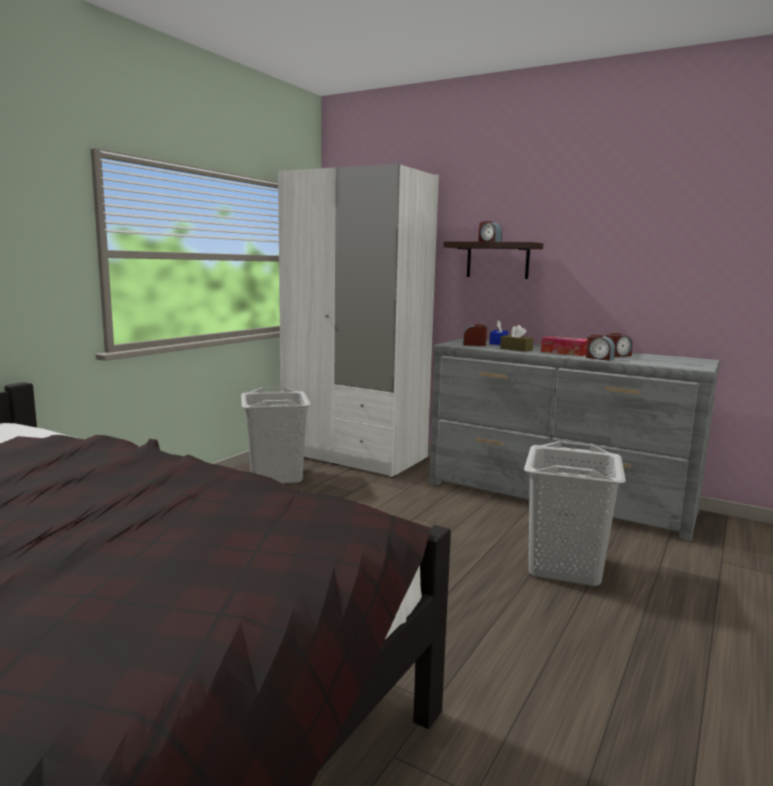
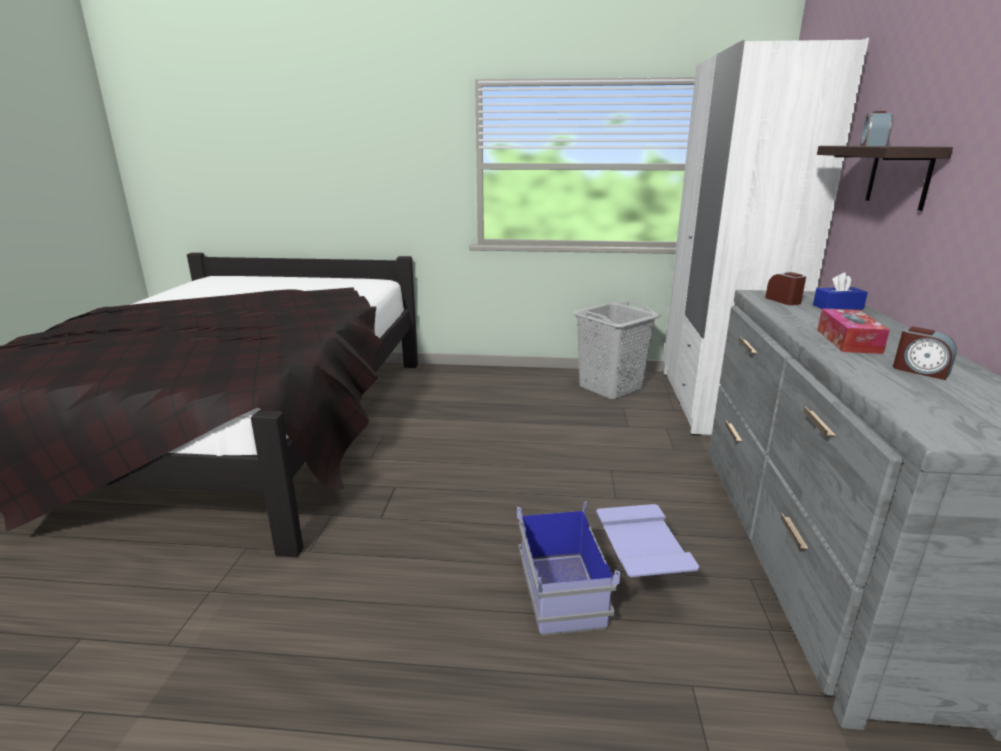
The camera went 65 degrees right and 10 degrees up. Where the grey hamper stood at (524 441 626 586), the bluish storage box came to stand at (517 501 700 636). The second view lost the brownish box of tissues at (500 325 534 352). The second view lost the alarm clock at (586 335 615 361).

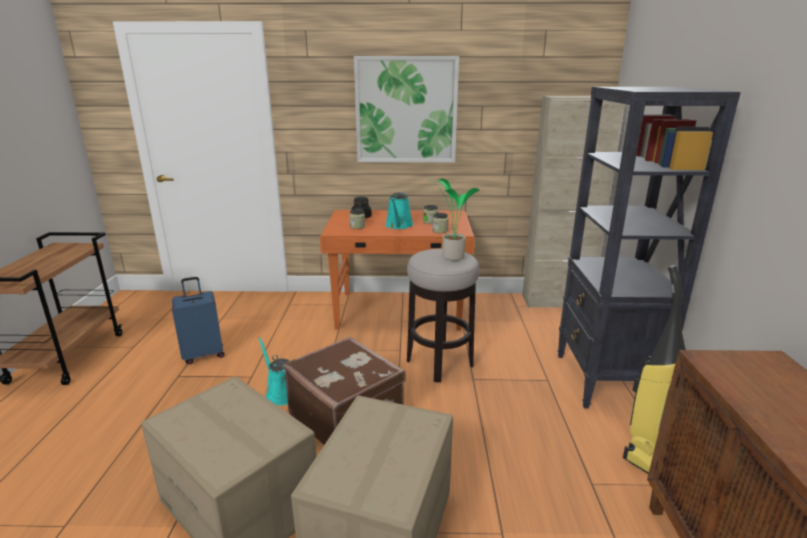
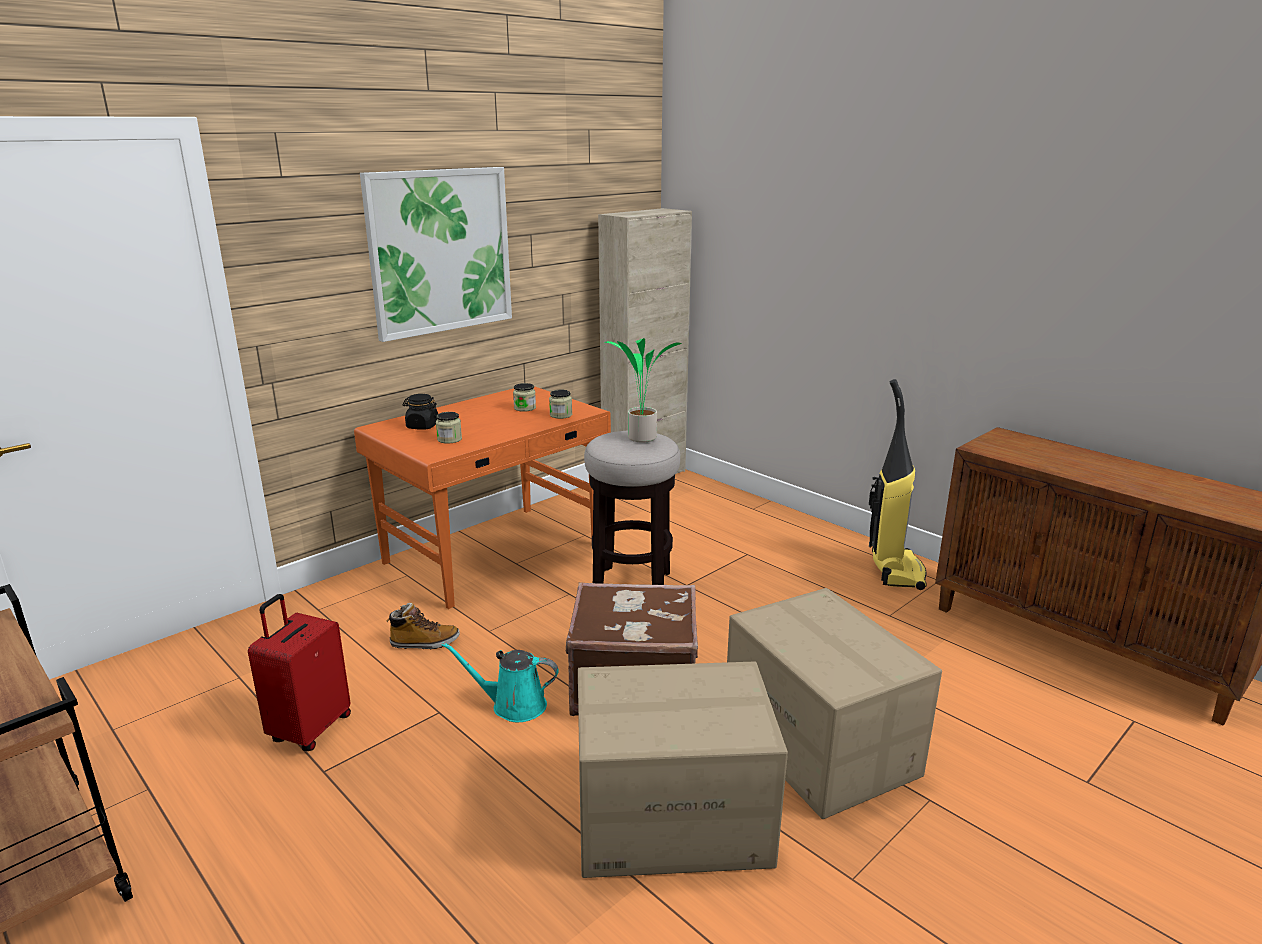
The camera went 45 degrees left and 0 degrees up. What was the bluish piece of luggage at (172 277 225 364) turned into the reddish piece of luggage at (248 594 351 751). The second view gained the tall boot at (386 603 460 649). The second view lost the turquoise sprinkling can at (385 192 414 229). The second view lost the blackish bookcase at (558 87 741 409).

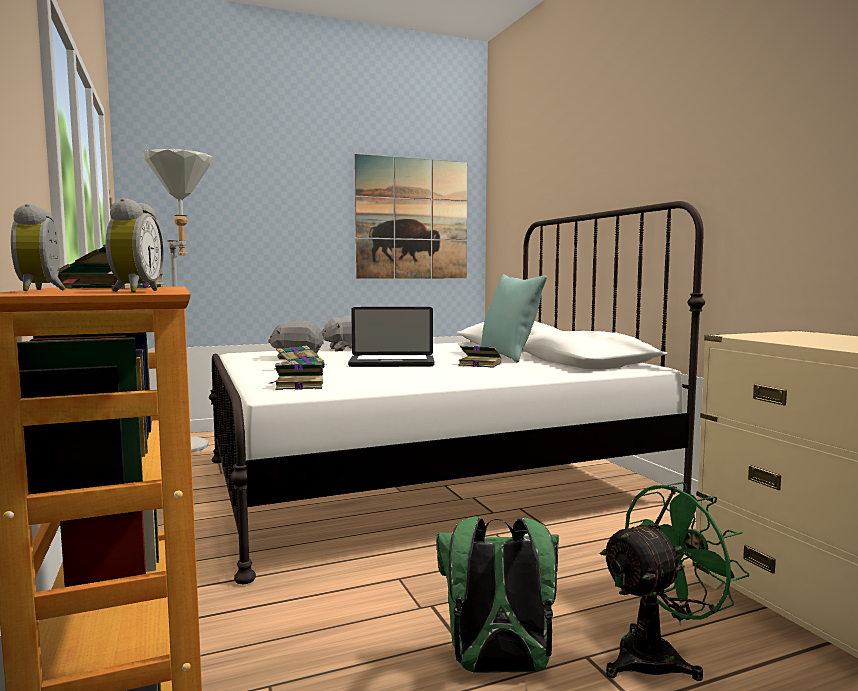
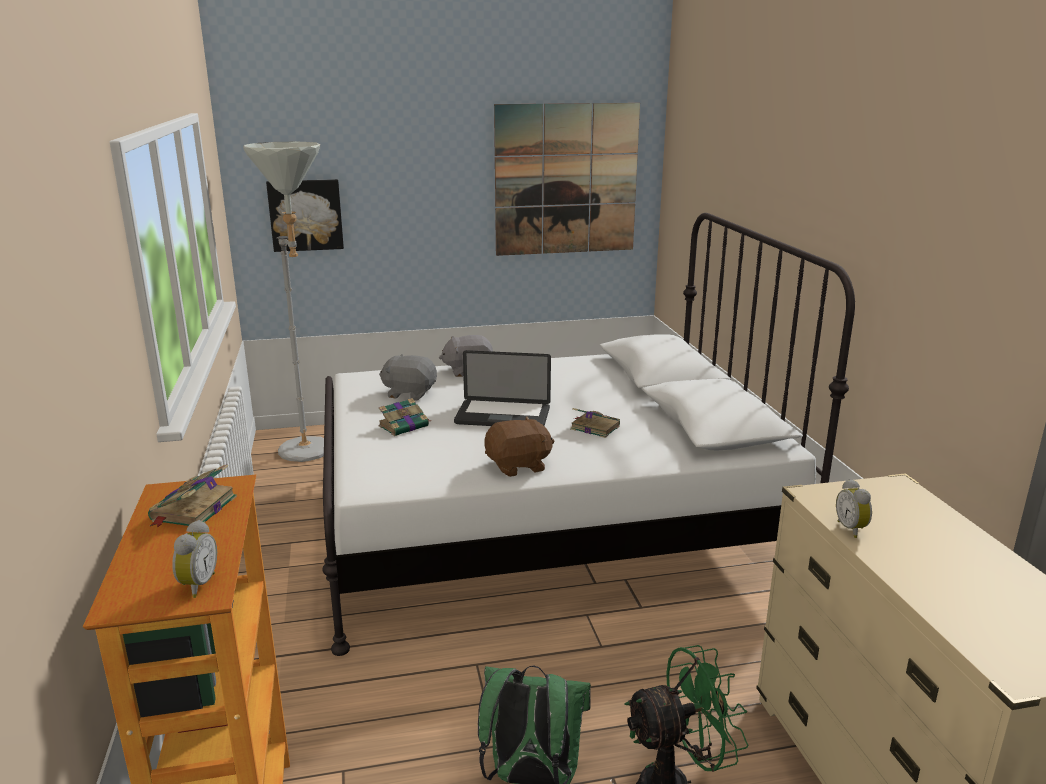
The camera went 10 degrees right and 15 degrees up. The second view gained the wall art at (266 179 344 252). The second view gained the brownish cuddly toy at (484 416 554 477). The alarm clock ended up elsewhere, having gone from (11 204 66 291) to (836 479 872 538). The second view lost the bound book at (269 363 323 390). The second view lost the turquoise cushion at (481 274 547 363).

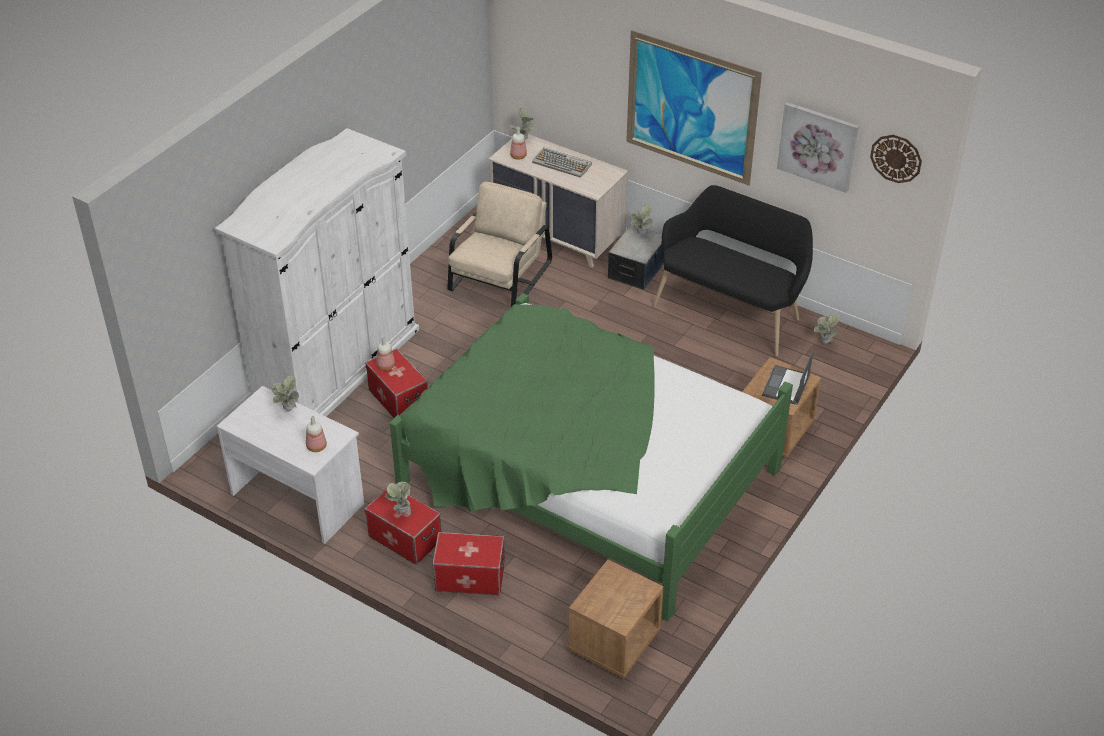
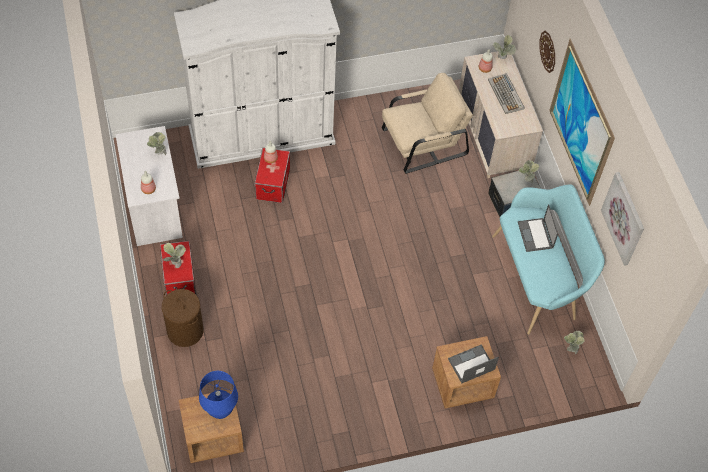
The camera went 40 degrees right and 15 degrees up. Where the storage box stood at (432 532 505 595), the brownish hamper came to stand at (162 289 203 347). The second view gained the bluish lamp for a table at (199 371 238 419). What was the blackish bench at (653 185 813 357) turned into the turquoise bench at (492 184 605 335). The second view gained the portable computer at (518 204 558 252). The hanging clock ended up elsewhere, having gone from (870 135 922 183) to (540 31 555 73). The second view lost the greenish sleeping bed at (390 293 793 621).

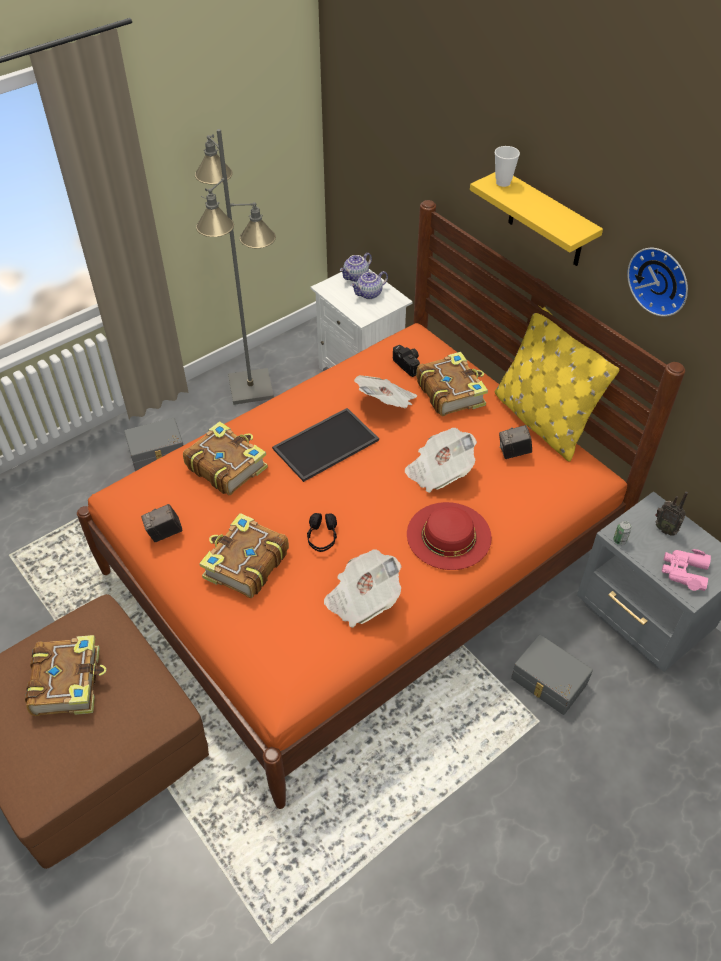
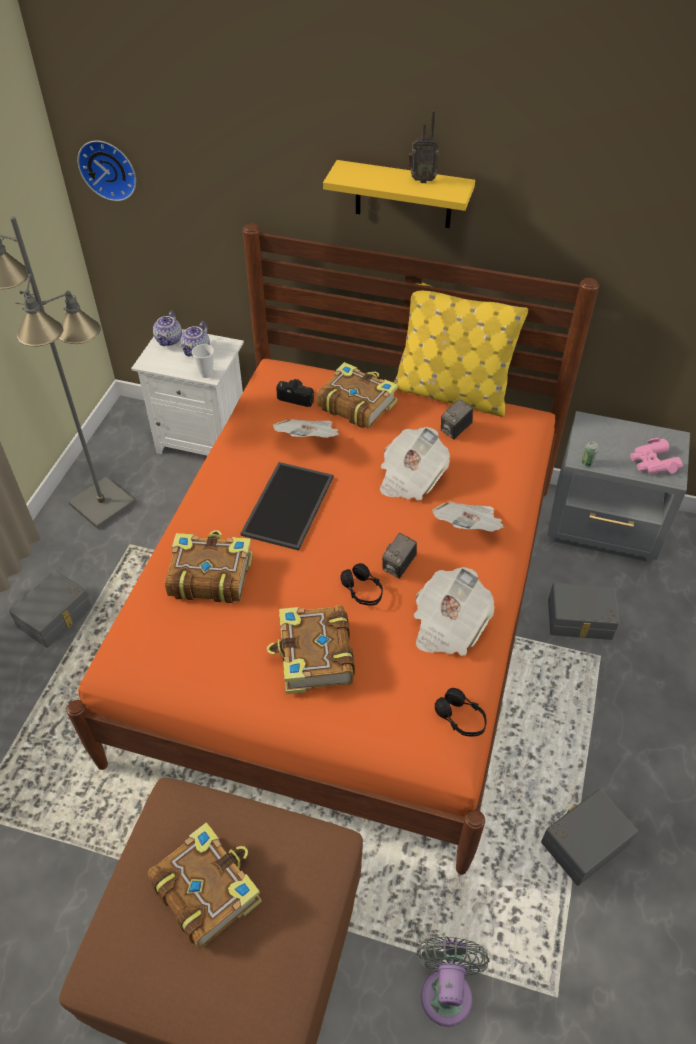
The camera went 35 degrees left and 0 degrees up. The hanging clock ended up elsewhere, having gone from (627 248 688 317) to (77 140 136 201). The drinking cup ended up elsewhere, having gone from (495 146 520 187) to (192 344 214 378). The still camera ended up elsewhere, having gone from (141 504 182 542) to (382 533 417 579). The radio receiver ended up elsewhere, having gone from (655 492 688 536) to (408 110 439 183). The second view gained the grey electric fan at (417 937 490 1027). Where the reddish wearable hat stood at (407 502 492 570), the newspaper came to stand at (432 501 505 532). The second view gained the blackish pair of headphones at (435 688 487 736). The second view gained the grey storage box at (541 789 638 886).

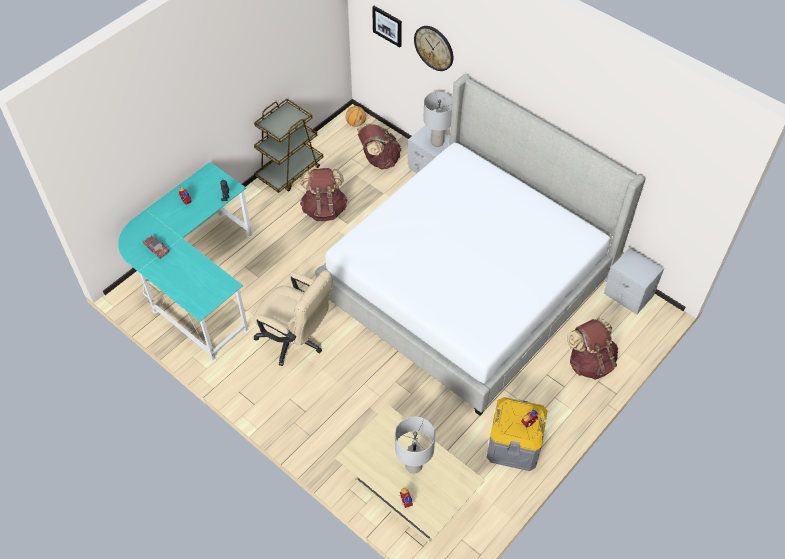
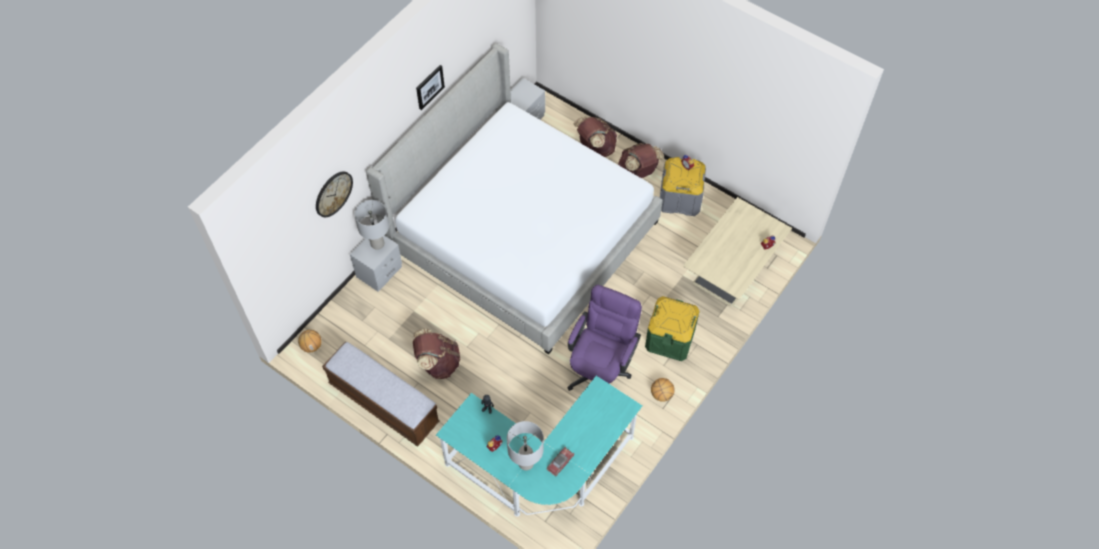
The camera went 95 degrees left and 5 degrees up. Where the brownish cart stood at (254 99 323 193), the bench came to stand at (322 341 440 447). The wall art ended up elsewhere, having gone from (372 6 402 47) to (416 65 445 110). The grey lamp for a table ended up elsewhere, having gone from (395 416 435 474) to (507 421 544 470). What was the beige-coloured office chair at (254 270 333 366) turned into the purple-coloured office chair at (567 285 642 391). The brownish backpack ended up elsewhere, having gone from (357 123 402 170) to (618 143 664 178). The second view gained the greenish storage box at (645 296 700 361). The second view gained the basketball ball at (651 378 675 402).

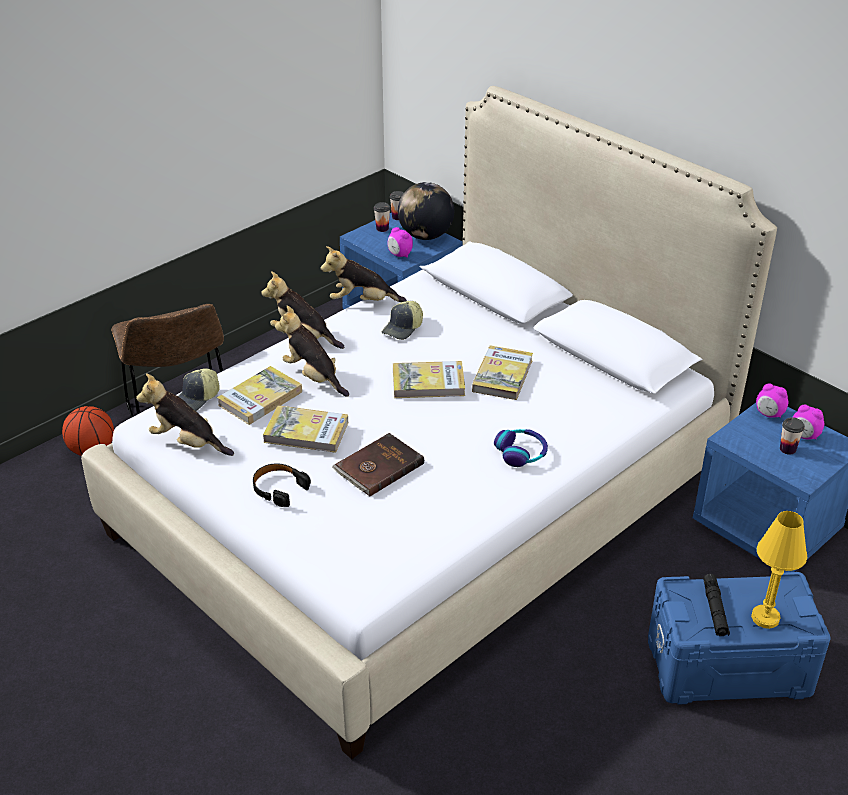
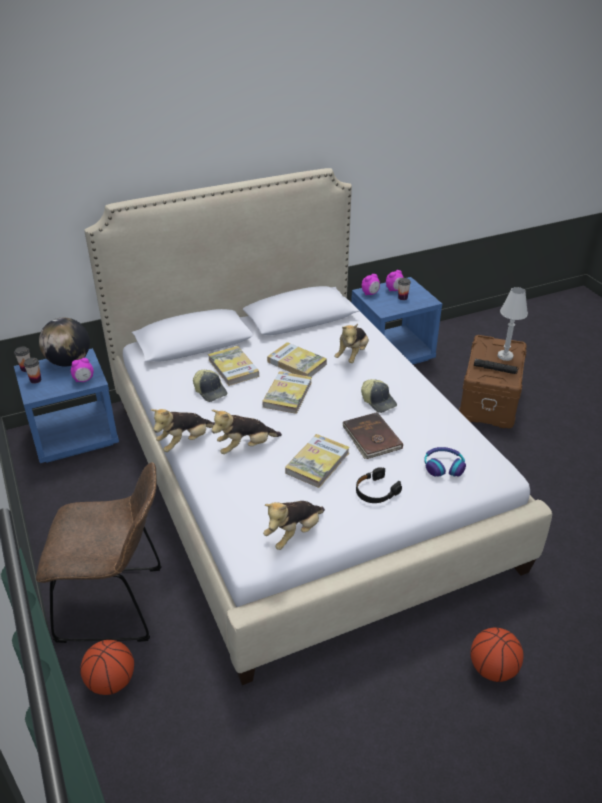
The camera went 70 degrees left and 0 degrees up. The bound book ended up elsewhere, having gone from (217 366 302 425) to (208 346 259 386). The cuddly toy ended up elsewhere, having gone from (321 246 407 302) to (334 324 369 363). The peaked cap ended up elsewhere, having gone from (178 369 220 411) to (361 379 397 413). The pair of headphones ended up elsewhere, having gone from (494 429 548 467) to (424 447 466 477). What was the bluish storage box at (648 572 830 705) turned into the brownish storage box at (459 335 527 429). The second view gained the basketball ball at (470 627 524 682). What was the yellow lamp for a table at (751 511 807 629) turned into the white-coloured lamp for a table at (498 287 528 361).

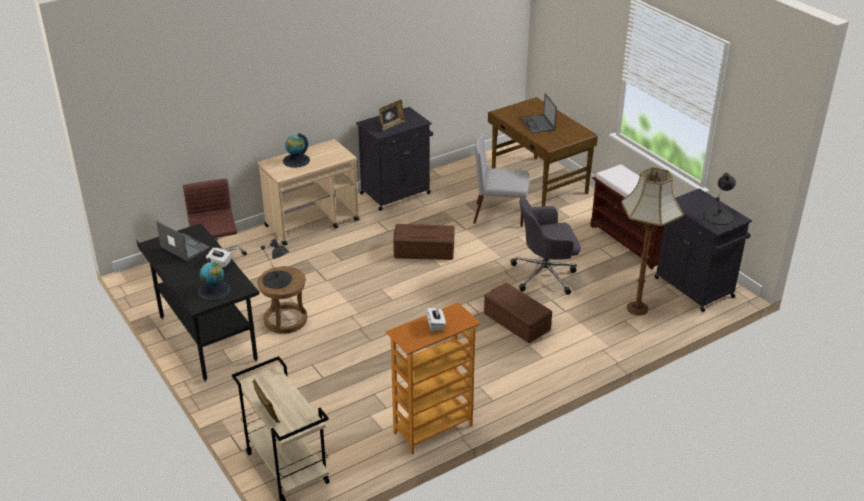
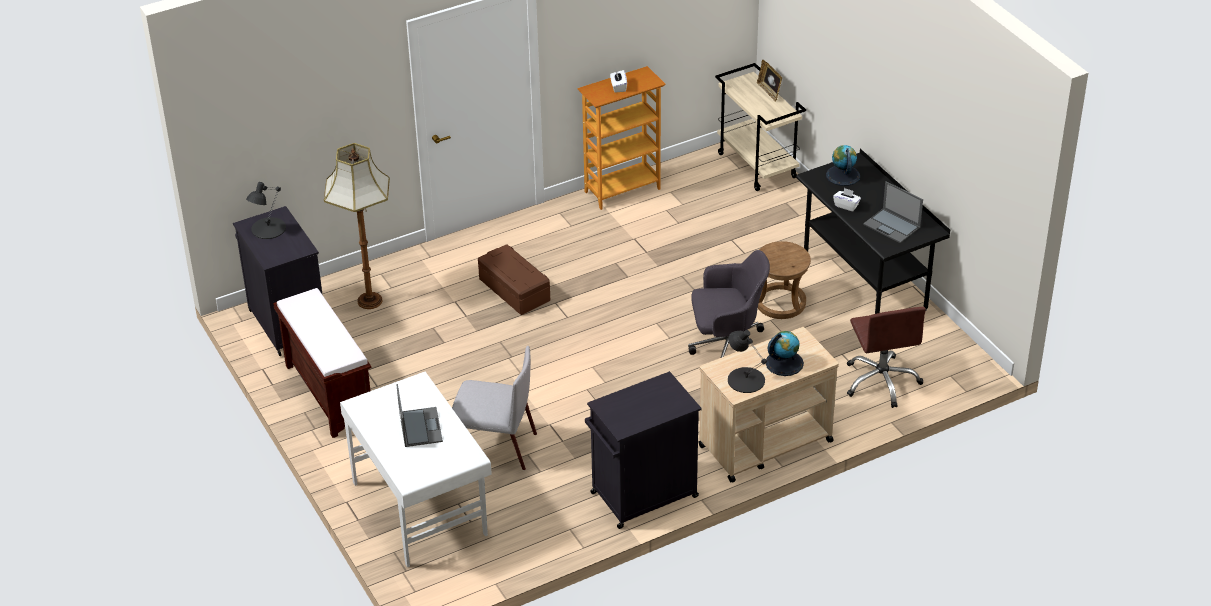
The camera went 175 degrees left and 5 degrees up. What was the brownish desk at (488 97 598 207) turned into the white-coloured desk at (340 372 492 567). The grey office chair ended up elsewhere, having gone from (510 196 581 295) to (688 250 770 358). The blackish lamp for a table ended up elsewhere, having gone from (261 239 292 289) to (728 330 767 393). The second view lost the photo frame at (379 100 405 130). The second view lost the brownish storage box at (393 224 455 260).

